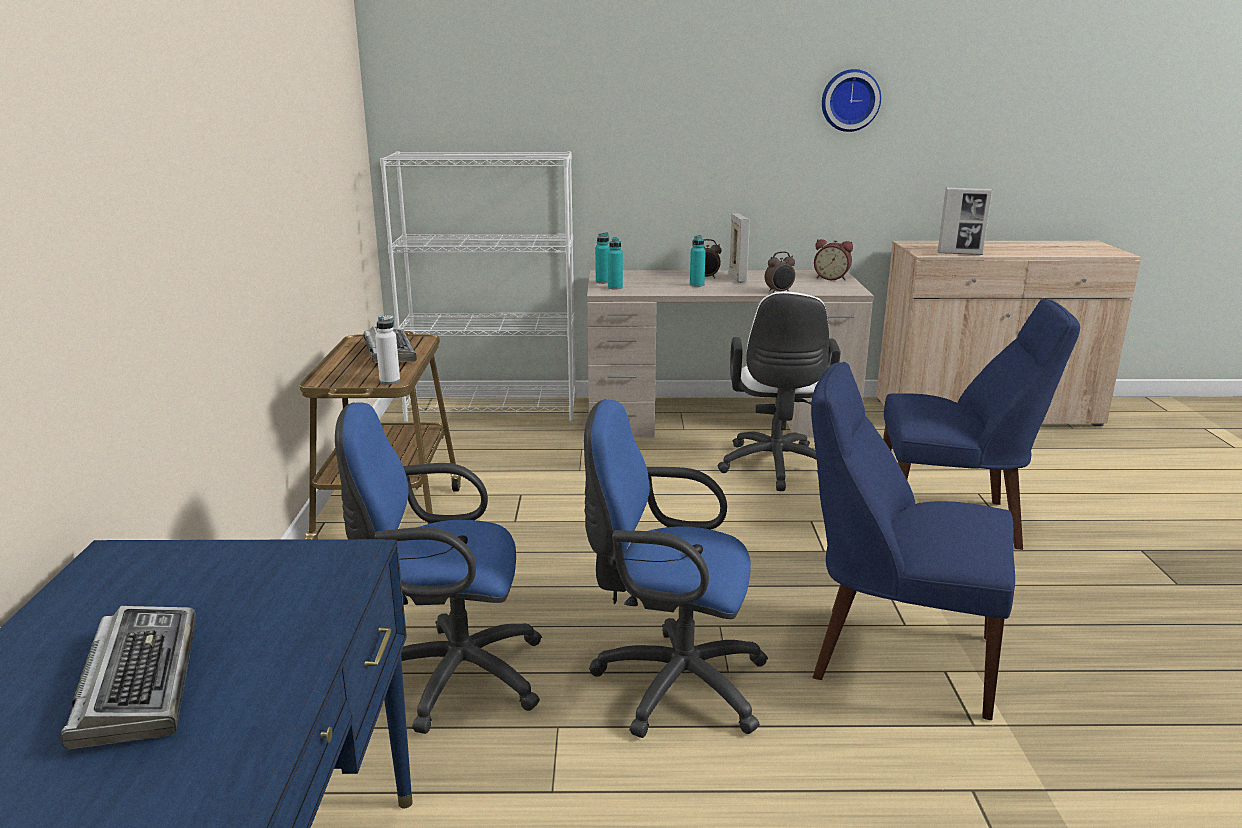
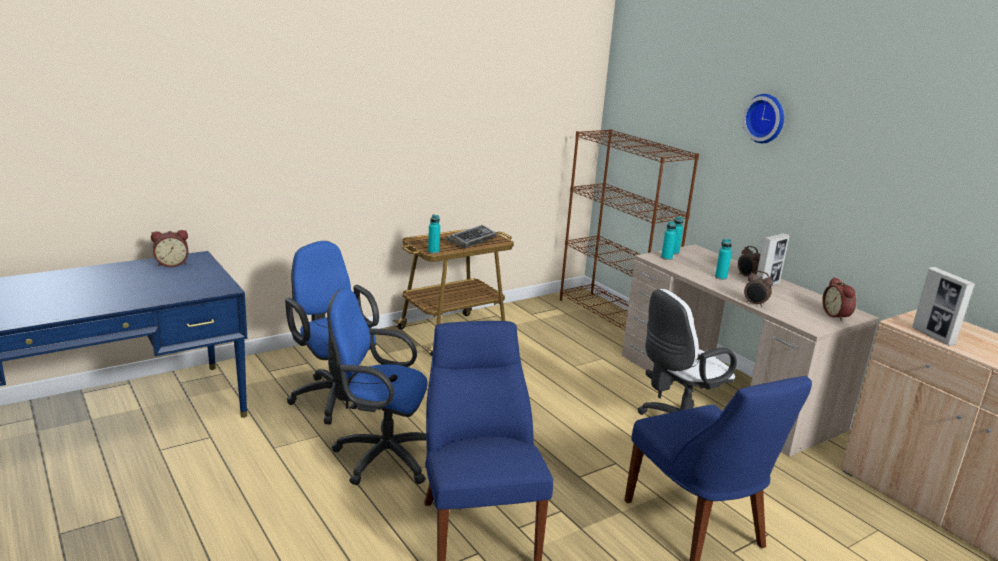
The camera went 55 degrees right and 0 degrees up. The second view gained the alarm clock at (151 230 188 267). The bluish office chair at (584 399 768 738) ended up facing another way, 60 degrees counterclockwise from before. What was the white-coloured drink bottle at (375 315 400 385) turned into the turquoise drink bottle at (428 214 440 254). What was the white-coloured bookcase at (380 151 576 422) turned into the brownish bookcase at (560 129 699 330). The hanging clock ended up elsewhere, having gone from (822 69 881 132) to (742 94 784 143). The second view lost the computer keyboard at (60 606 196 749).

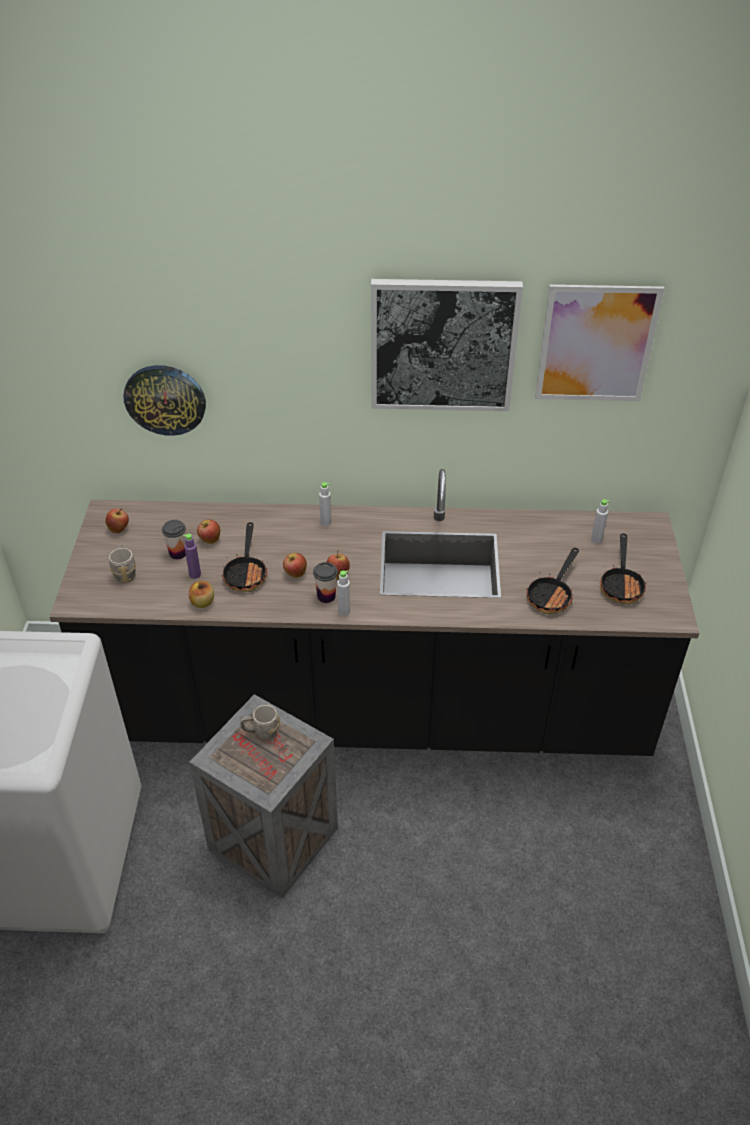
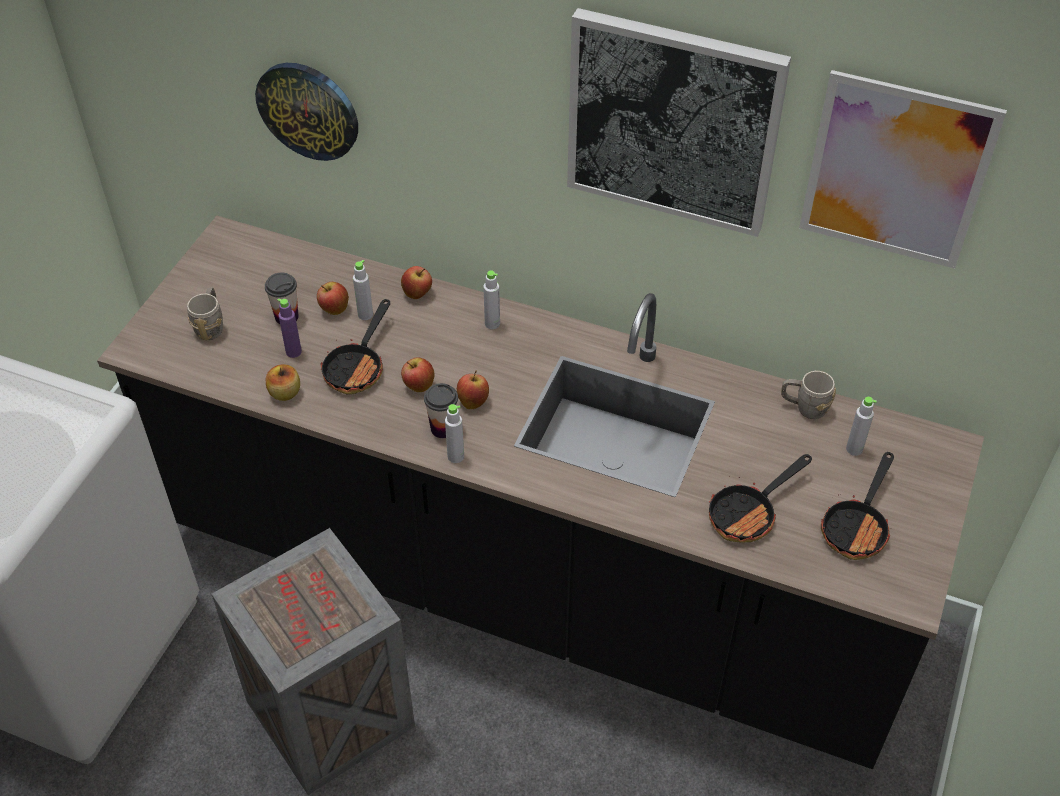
The camera went 20 degrees right and 5 degrees up. The second view gained the grey drink bottle at (353 260 373 320). The apple fruit ended up elsewhere, having gone from (106 509 129 533) to (401 266 432 299). The grey mug ended up elsewhere, having gone from (240 705 280 741) to (781 371 836 419).

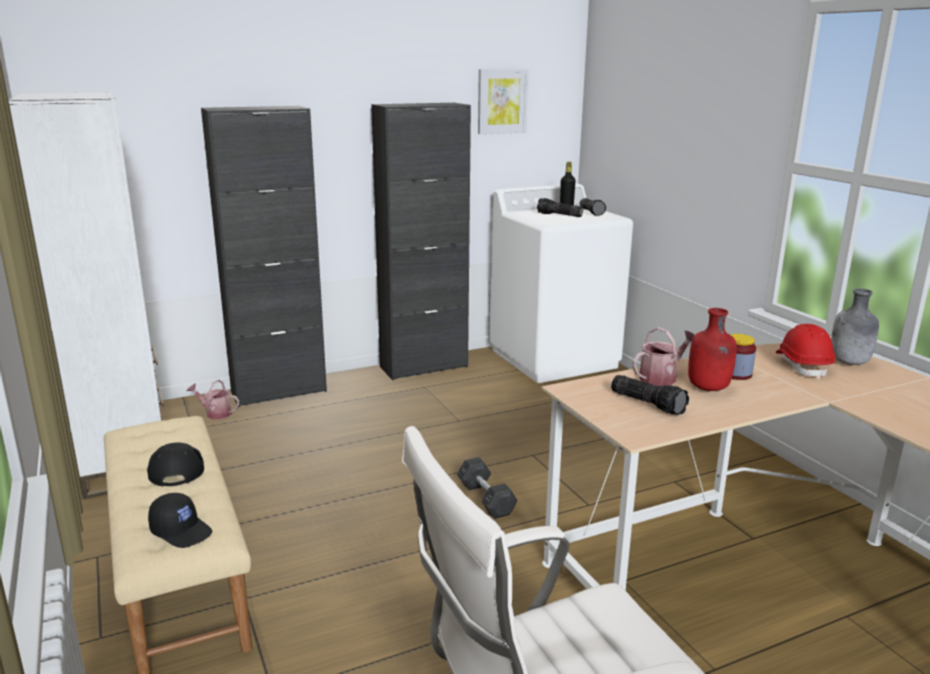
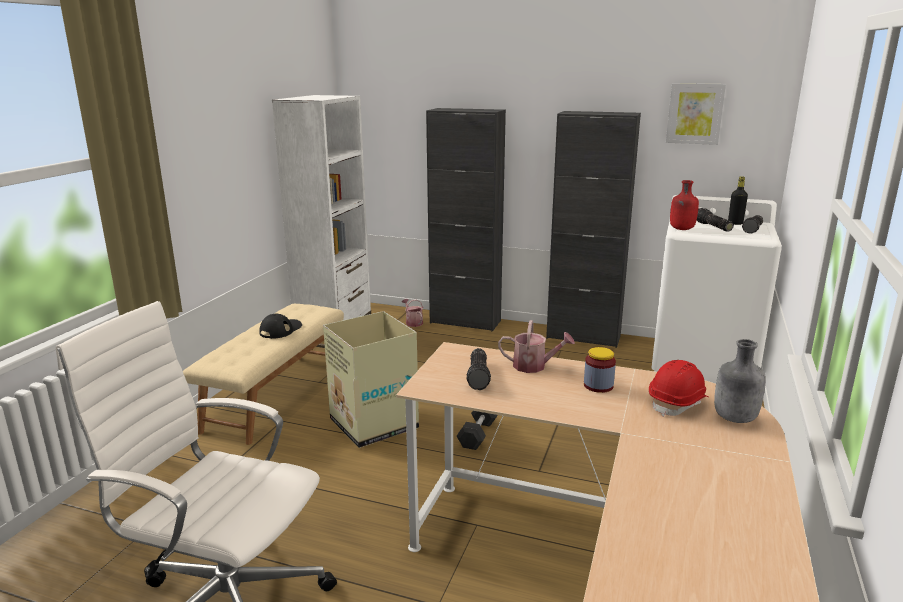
The camera went 45 degrees right and 0 degrees up. The second view gained the carton at (323 311 419 448). The reddish drink bottle ended up elsewhere, having gone from (688 308 737 391) to (670 180 699 230). The second view lost the blackish peaked cap at (148 493 212 548).

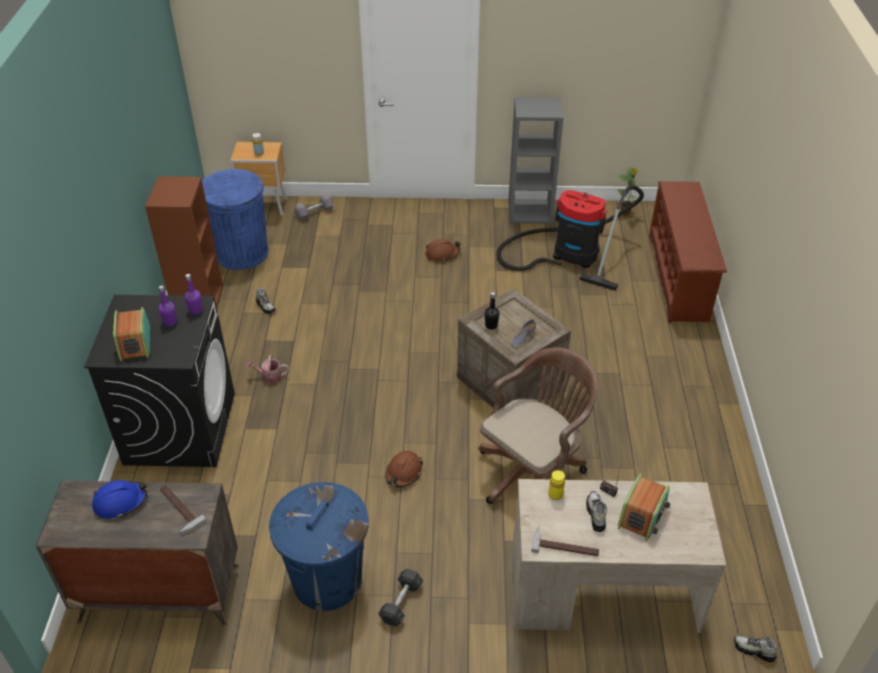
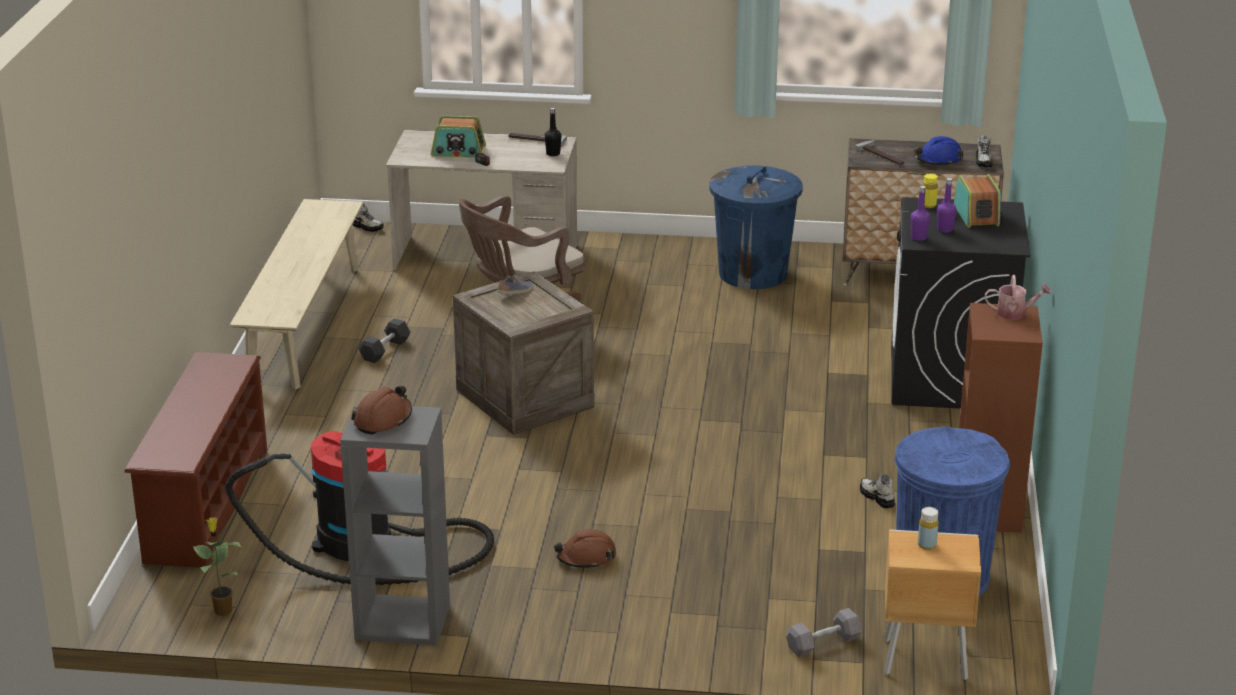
The camera went 175 degrees left and 15 degrees down. The second view gained the beige-coloured bench at (230 199 363 389). The brownish hard hat ended up elsewhere, having gone from (385 451 423 487) to (351 386 412 435). The grey free weight ended up elsewhere, having gone from (378 568 423 626) to (358 318 411 363). The radio receiver at (618 473 671 541) ended up facing another way, 120 degrees counterclockwise from before. The blackish drink bottle ended up elsewhere, having gone from (485 292 499 330) to (545 108 561 156). The yellow drink bottle ended up elsewhere, having gone from (548 470 565 500) to (923 173 938 208). The item of footwear ended up elsewhere, having gone from (586 491 607 532) to (976 136 993 167). The sprinkling can ended up elsewhere, having gone from (246 355 289 383) to (985 275 1051 320).

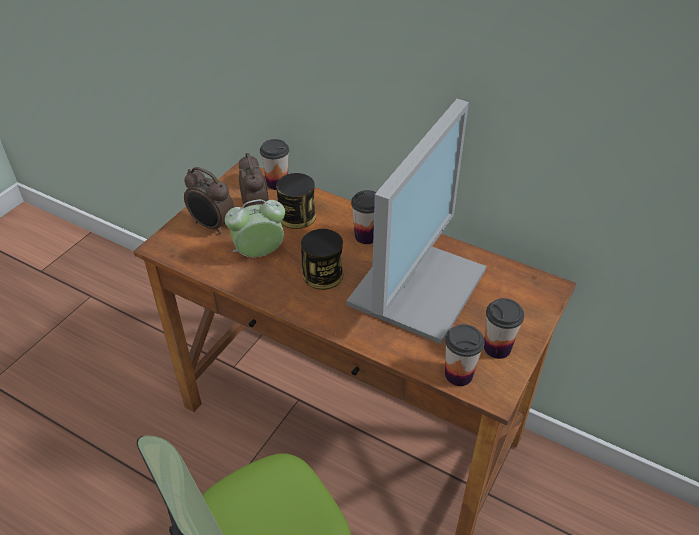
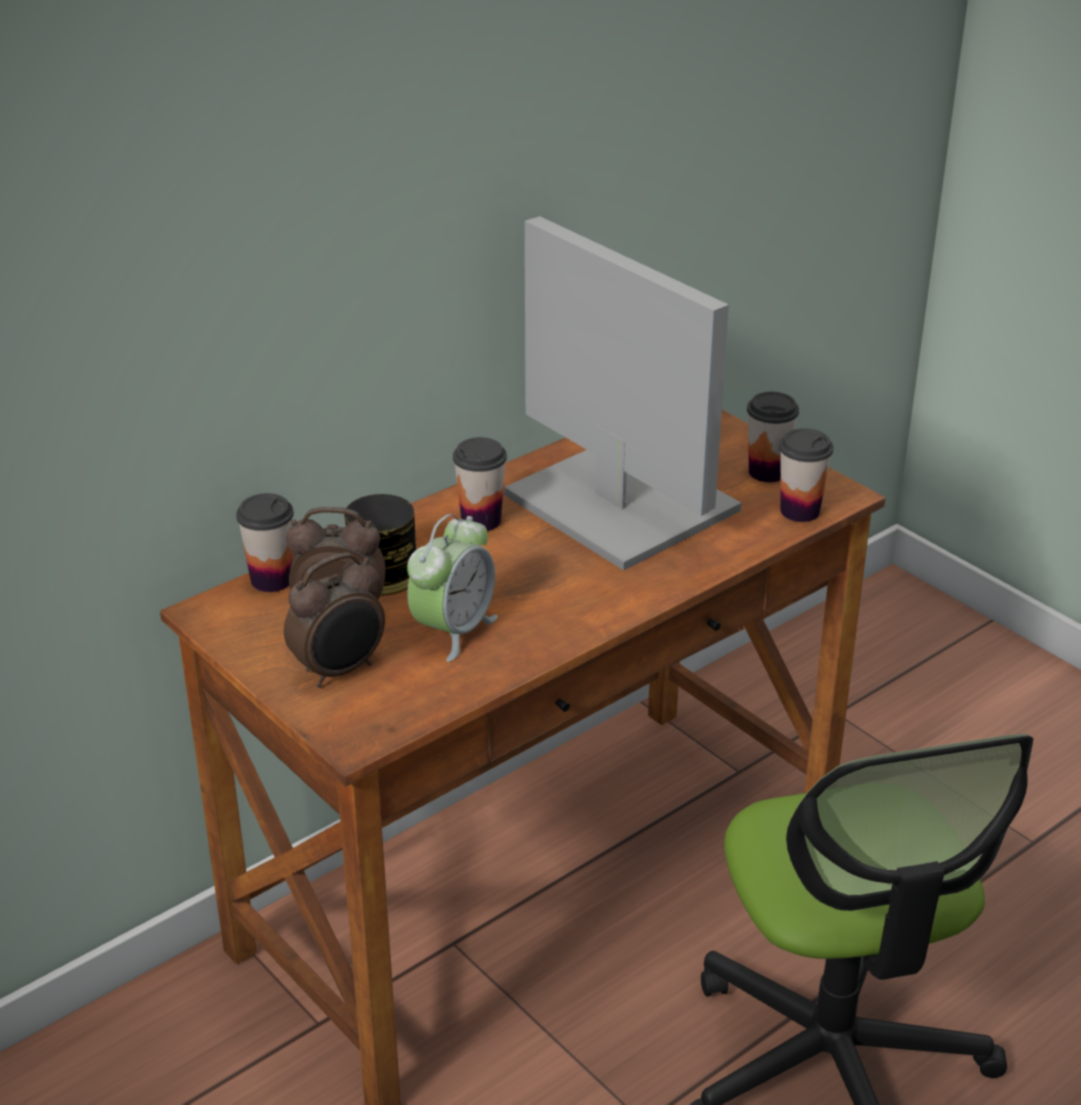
The camera went 70 degrees left and 10 degrees down. The alarm clock at (225 199 285 257) ended up facing another way, 150 degrees counterclockwise from before. The second view lost the metal can at (301 229 343 290).

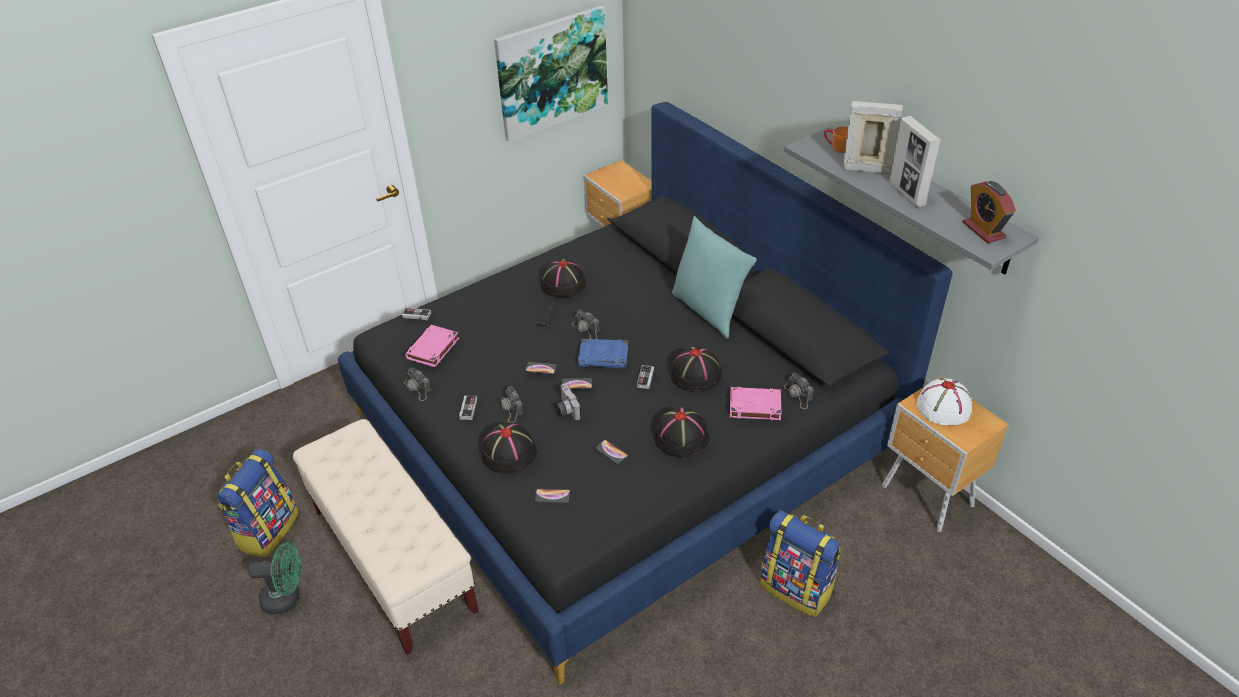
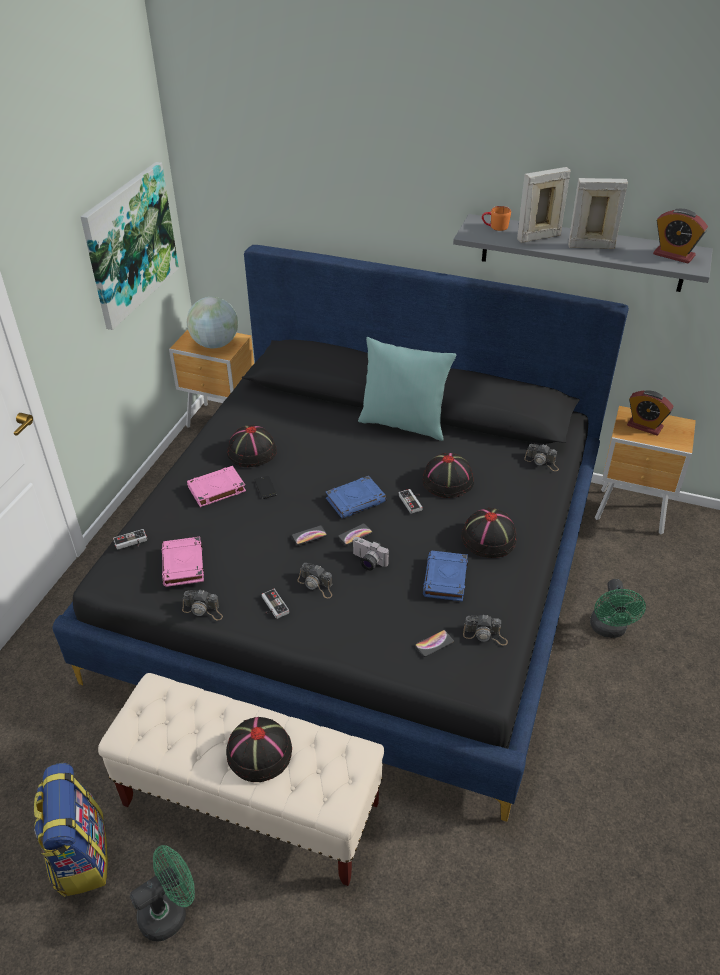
The camera went 35 degrees left and 0 degrees up. The second view gained the world globe at (187 297 238 348). The pinkish bound book ended up elsewhere, having gone from (730 387 782 420) to (187 466 246 507). The blackish wearable hat ended up elsewhere, having gone from (481 422 537 474) to (226 717 292 782). Where the telephone stood at (595 440 628 465), the bluish bound book came to stand at (423 550 468 601). The still camera ended up elsewhere, having gone from (572 310 600 339) to (463 615 508 646). The photo frame at (889 116 941 208) ended up facing another way, 150 degrees clockwise from before. Where the backpack stood at (760 510 841 617), the greenish electric fan came to stand at (590 579 646 638). Where the white-coloured wearable hat stood at (917 378 972 425), the alarm clock came to stand at (627 390 673 436).

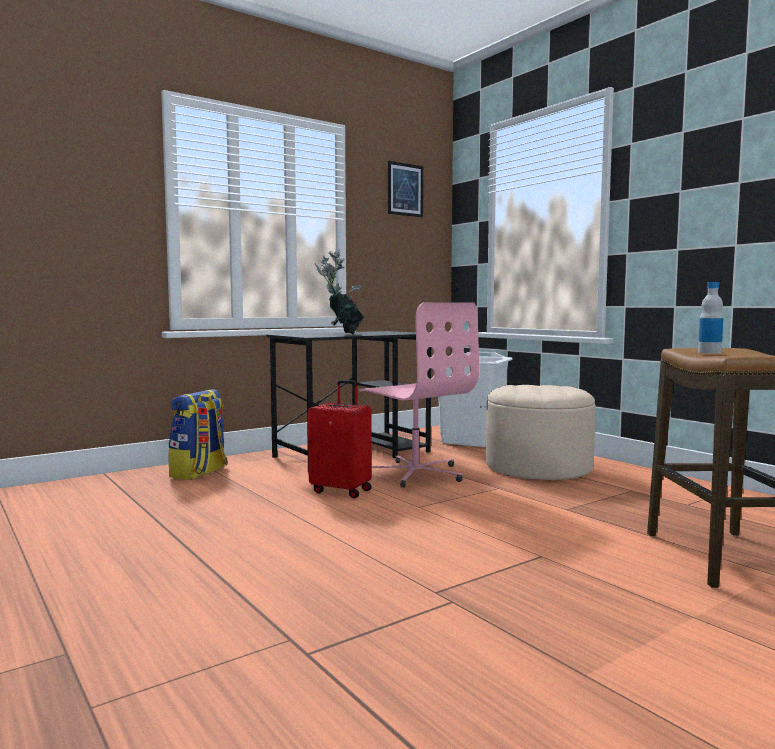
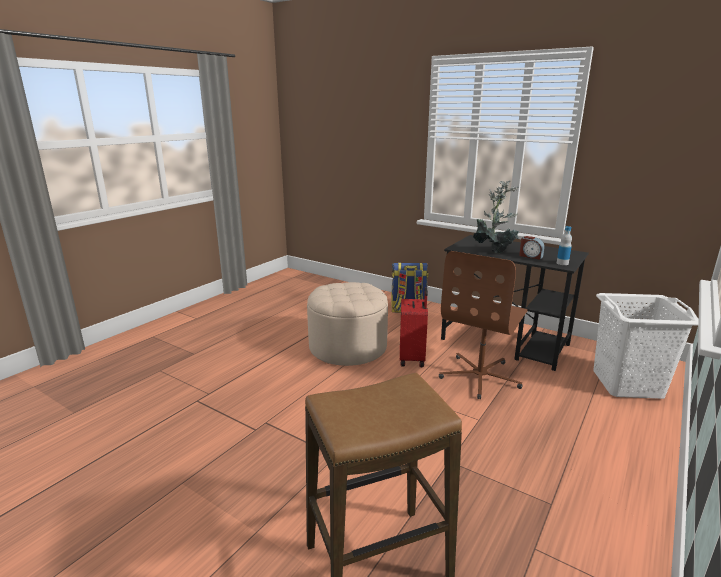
The camera went 70 degrees right and 15 degrees up. The beige-coloured footrest ended up elsewhere, having gone from (486 385 596 480) to (307 282 388 366). What was the pinkish office chair at (359 302 479 488) turned into the brownish office chair at (439 251 528 399). The second view gained the alarm clock at (519 236 545 260). The drink bottle ended up elsewhere, having gone from (698 282 723 353) to (557 226 572 265). The second view lost the wall art at (388 161 423 217).

